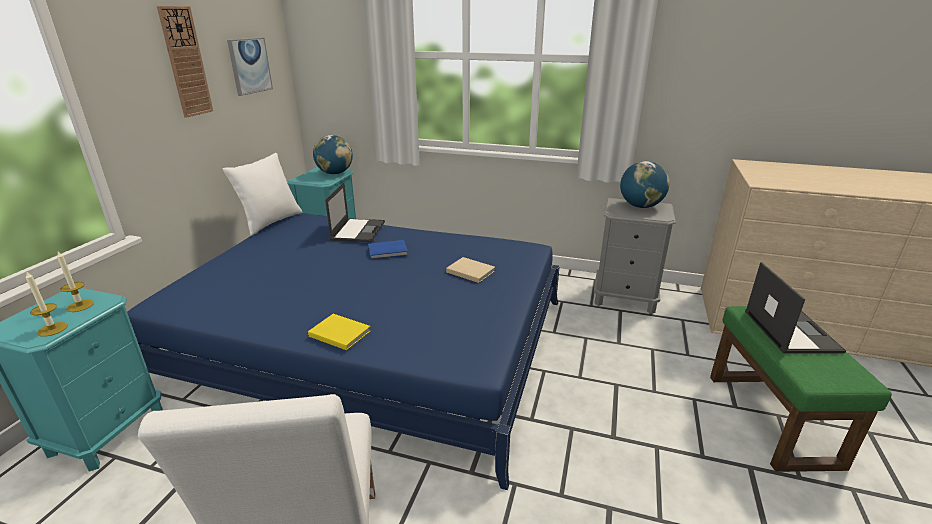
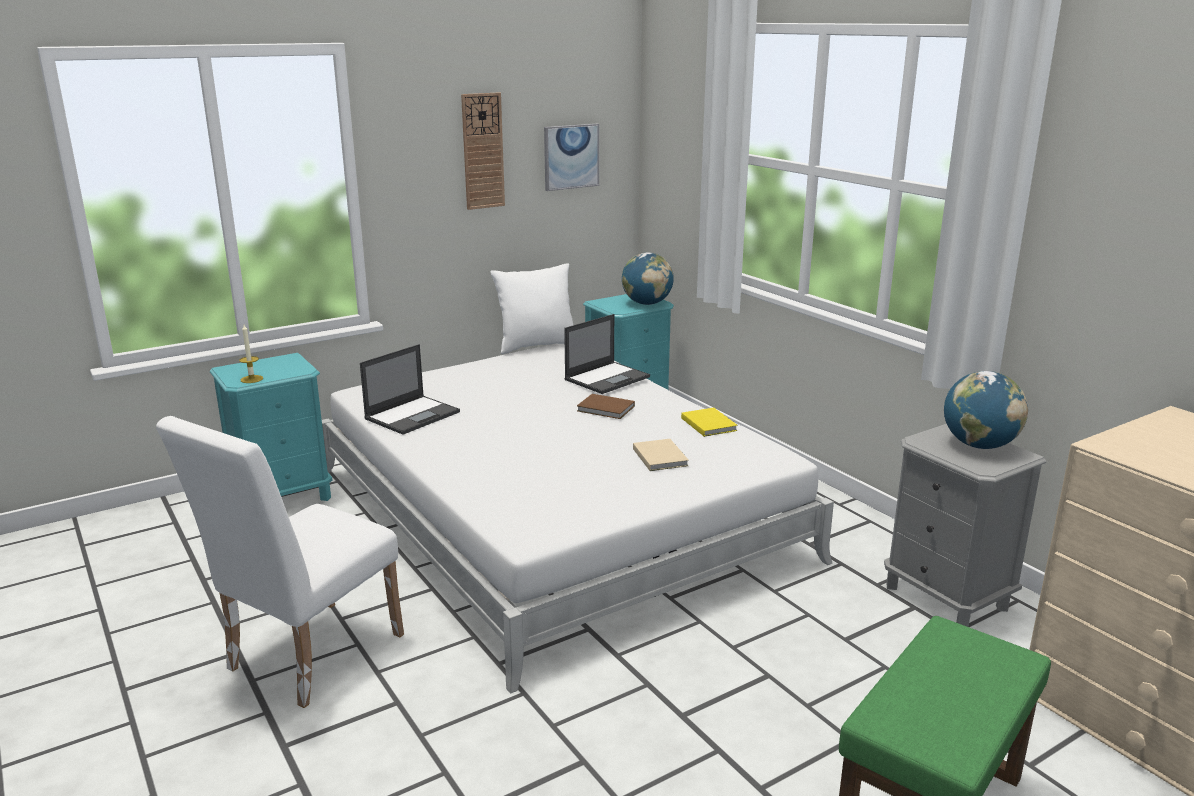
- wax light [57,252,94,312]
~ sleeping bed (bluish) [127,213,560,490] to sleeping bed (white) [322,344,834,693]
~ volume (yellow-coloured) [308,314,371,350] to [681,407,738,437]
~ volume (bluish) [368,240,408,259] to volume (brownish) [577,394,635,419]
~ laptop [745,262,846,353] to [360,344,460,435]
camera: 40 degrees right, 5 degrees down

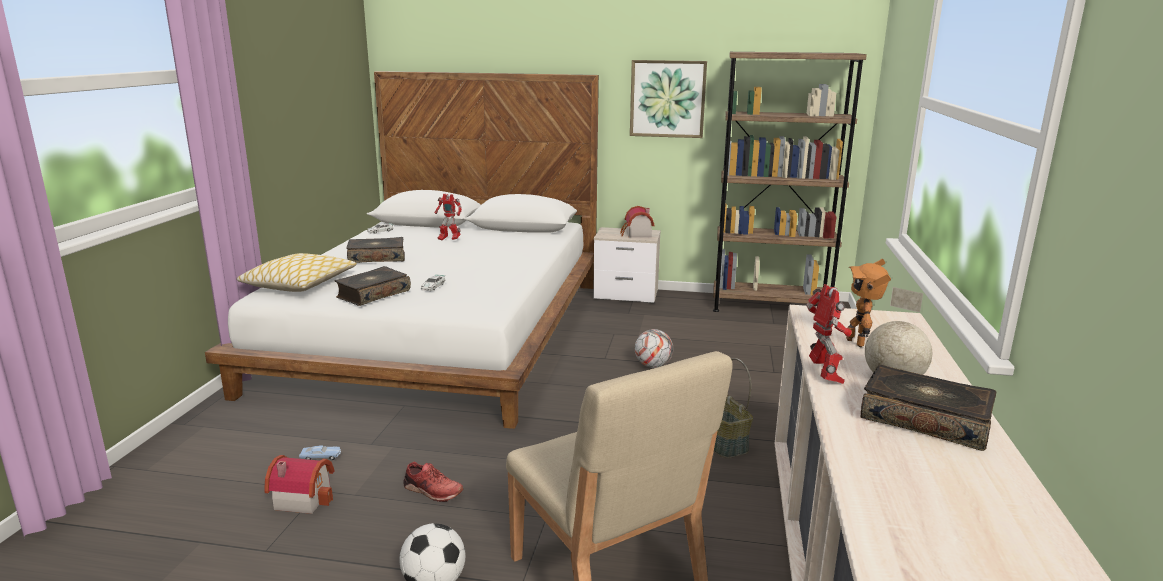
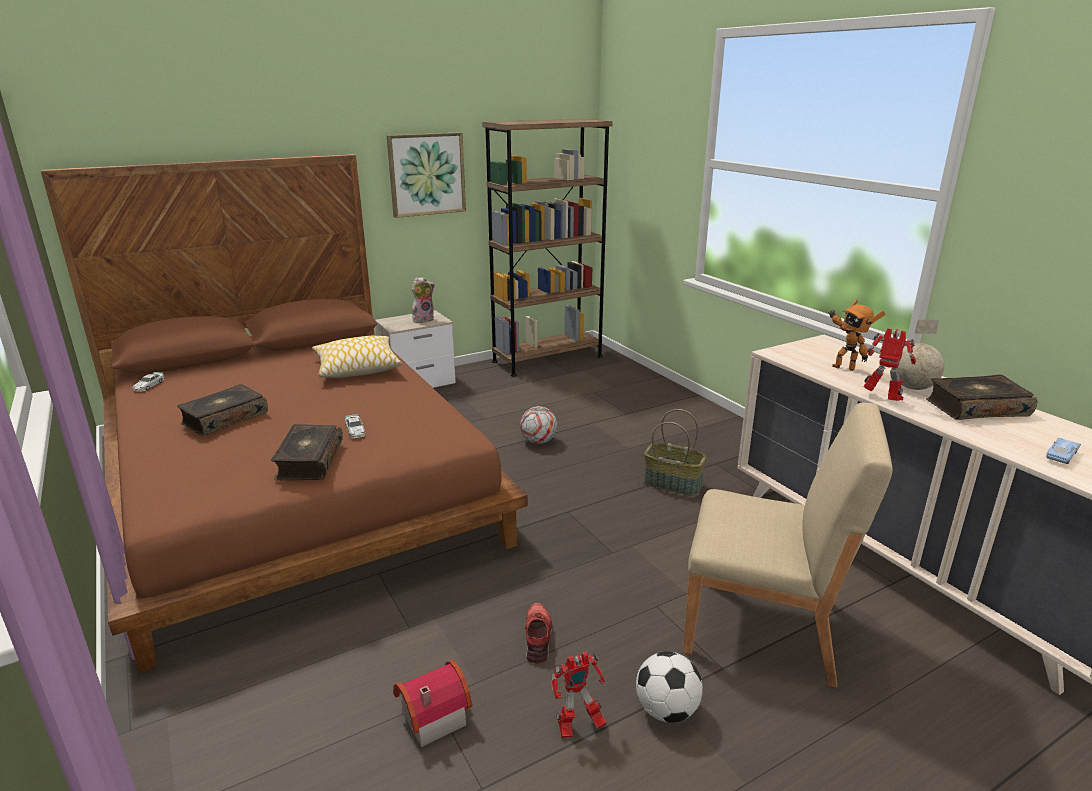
~ sleeping bed (white) [205,71,599,429] to sleeping bed (brownish) [41,154,528,673]
~ pillow [237,253,357,292] to [312,336,402,378]
~ model car (bluish) [299,445,341,460] to [1046,438,1081,464]
~ shoe (red-coloured) [403,462,463,502] = [525,603,552,664] 75 degrees counterclockwise
~ model robot [435,194,462,240] to [551,651,607,738]
~ model house [620,206,654,238] to plush toy [412,277,435,323]
camera: 40 degrees left, 5 degrees up

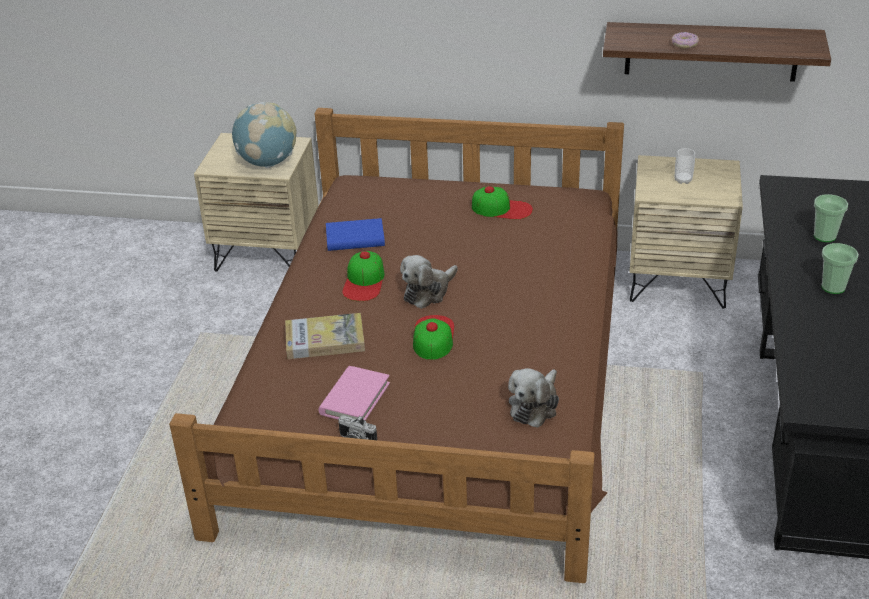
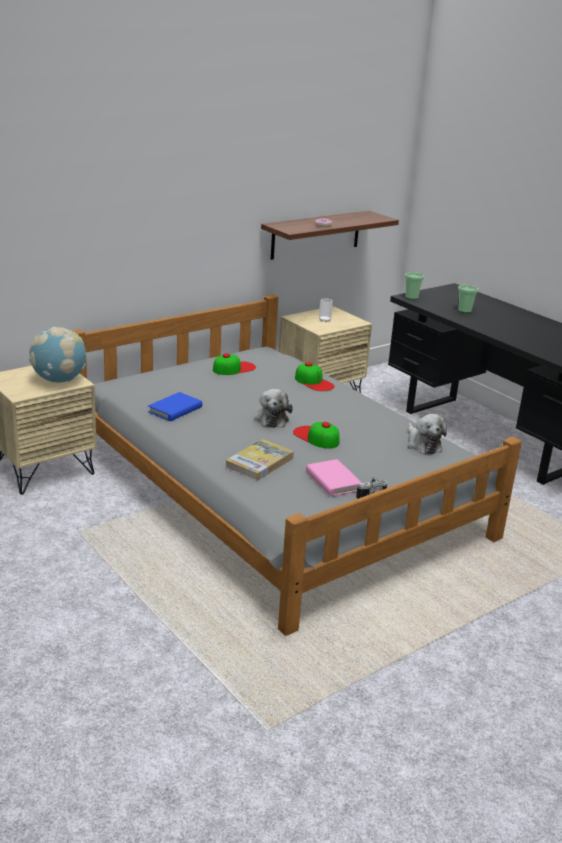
~ sleeping bed (brownish) [169,108,624,583] to sleeping bed (grey) [72,295,522,636]
~ peaked cap [342,251,384,301] to [295,362,335,391]
~ drinking cup [821,243,859,294] to [405,272,424,299]
camera: 50 degrees left, 10 degrees down

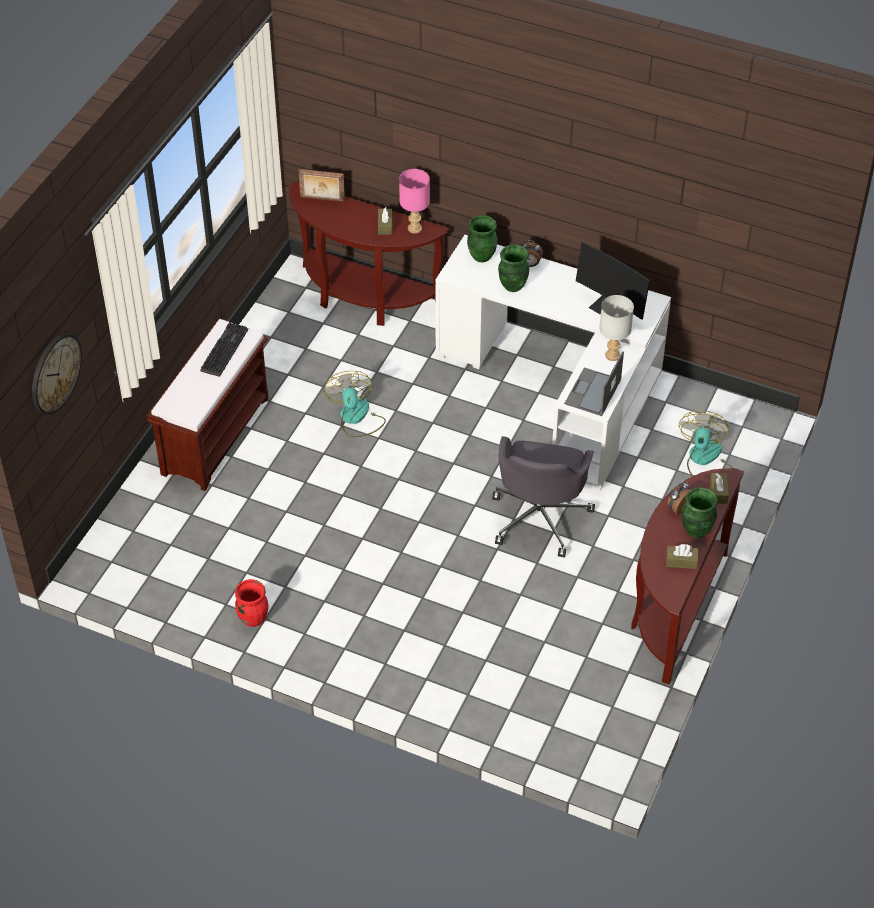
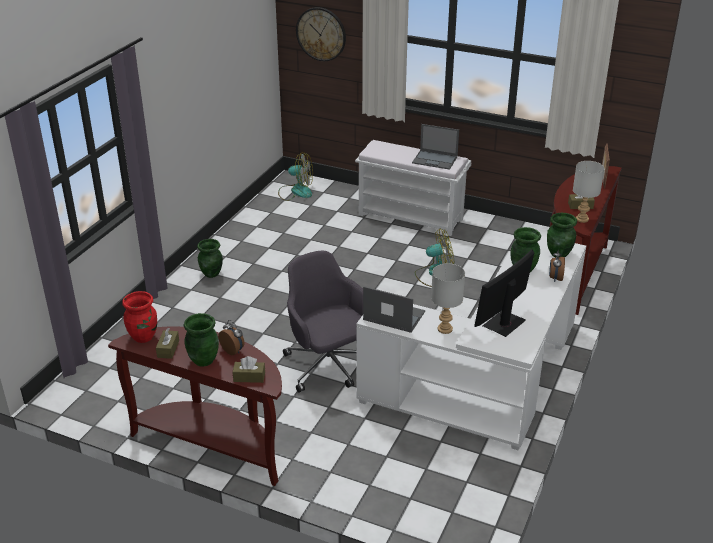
~ bench (brownish) [147,318,269,491] to bench (white) [355,140,471,236]
~ PC keyboard [200,322,248,377] to laptop [412,124,459,170]
~ flower vase (red-coloured) [235,579,269,627] to [122,291,157,343]
~ table lamp (pink-coloured) [399,169,430,234] to table lamp (grey) [573,161,605,223]
~ desk chair (grey) [492,436,595,557] = [283,251,363,393] 45 degrees clockwise
~ cooling fan [679,411,732,476] to [278,152,313,201]
+ flower vase (greenish) [197,239,223,278]
camera: 90 degrees right, 15 degrees down

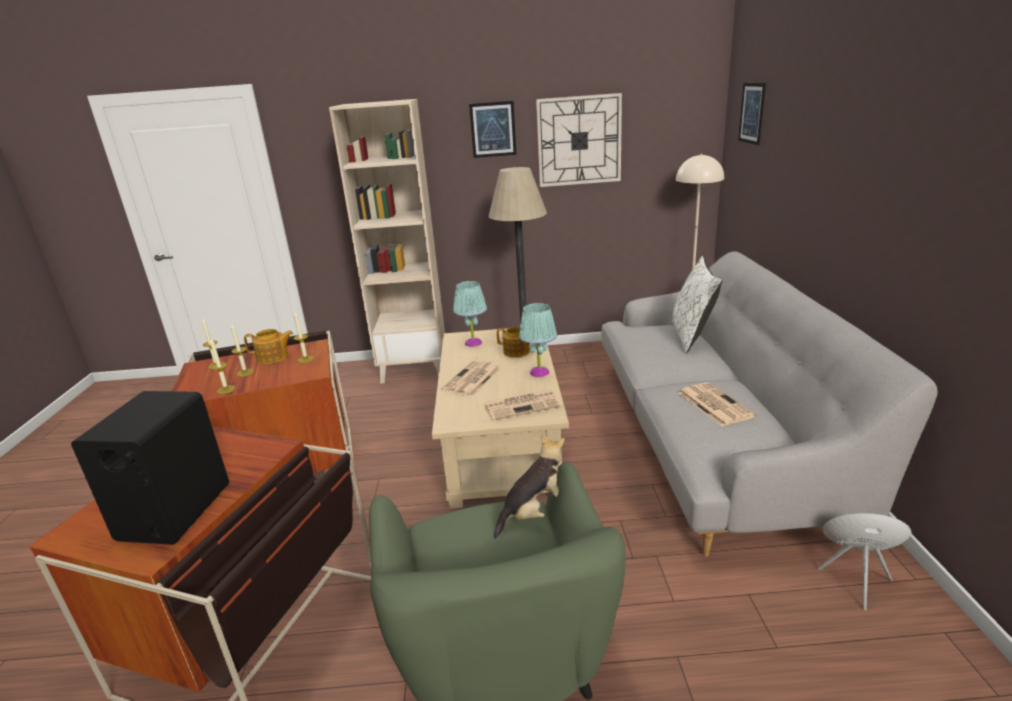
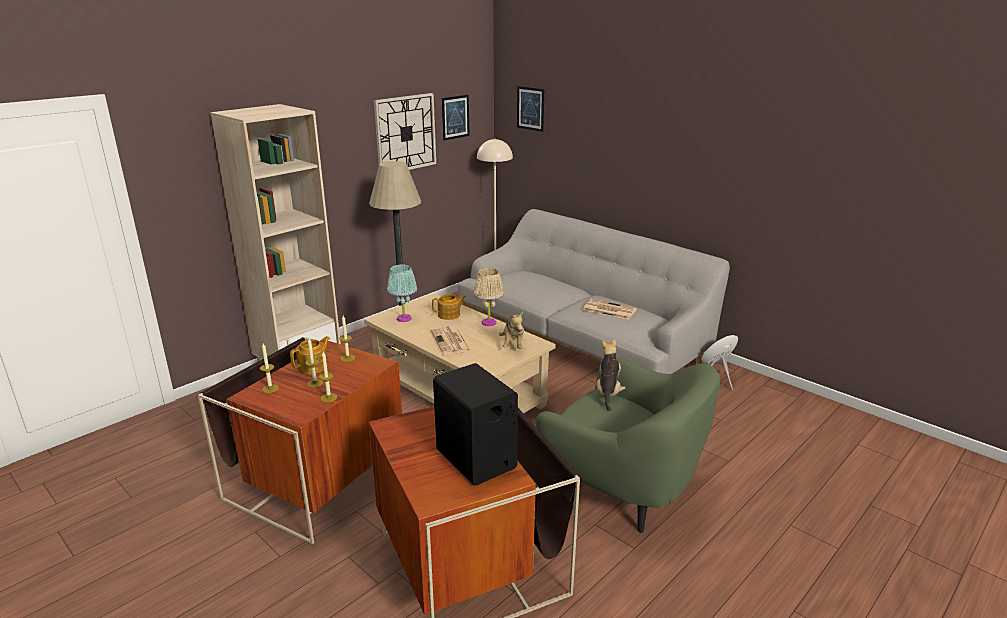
~ wall picture [469,101,516,158] to [442,95,470,141]
~ newspaper [484,390,561,420] to plush toy [499,312,524,349]
~ table lamp (blue-green) [519,303,557,377] to table lamp (beige-coloured) [474,268,504,326]
- pillow (white) [672,256,723,354]
camera: 45 degrees left, 0 degrees up

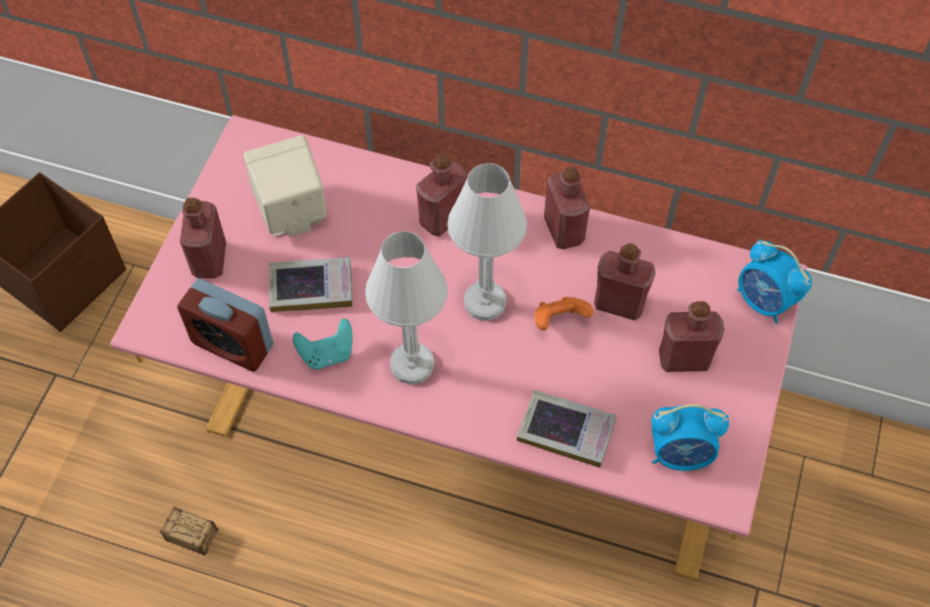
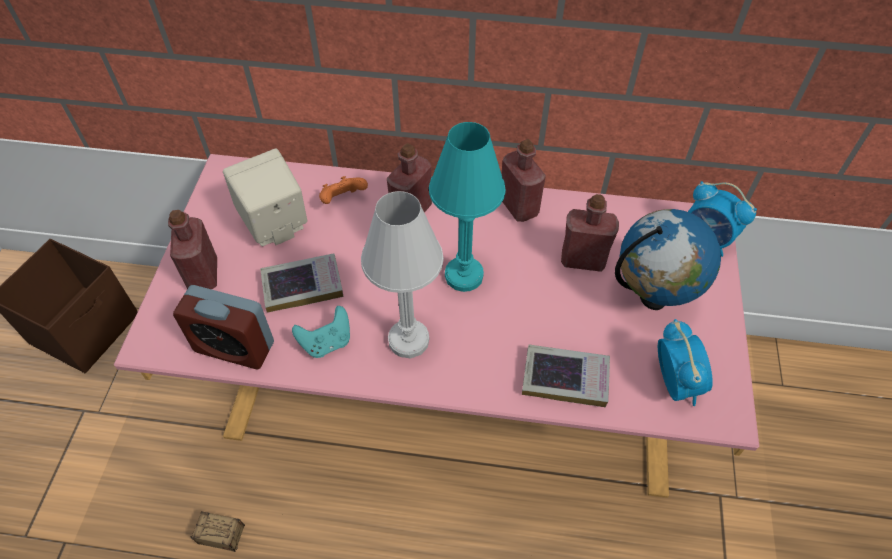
~ table lamp (white) [447,163,527,321] to table lamp (blue-green) [429,122,506,292]
~ joypad (orangey) [535,297,593,330] to [319,176,368,204]
~ table clock [651,404,729,471] = [658,319,713,406] 90 degrees counterclockwise
~ bottle (red-coloured) [659,301,725,372] to world globe [615,209,721,310]
camera: 10 degrees left, 5 degrees down

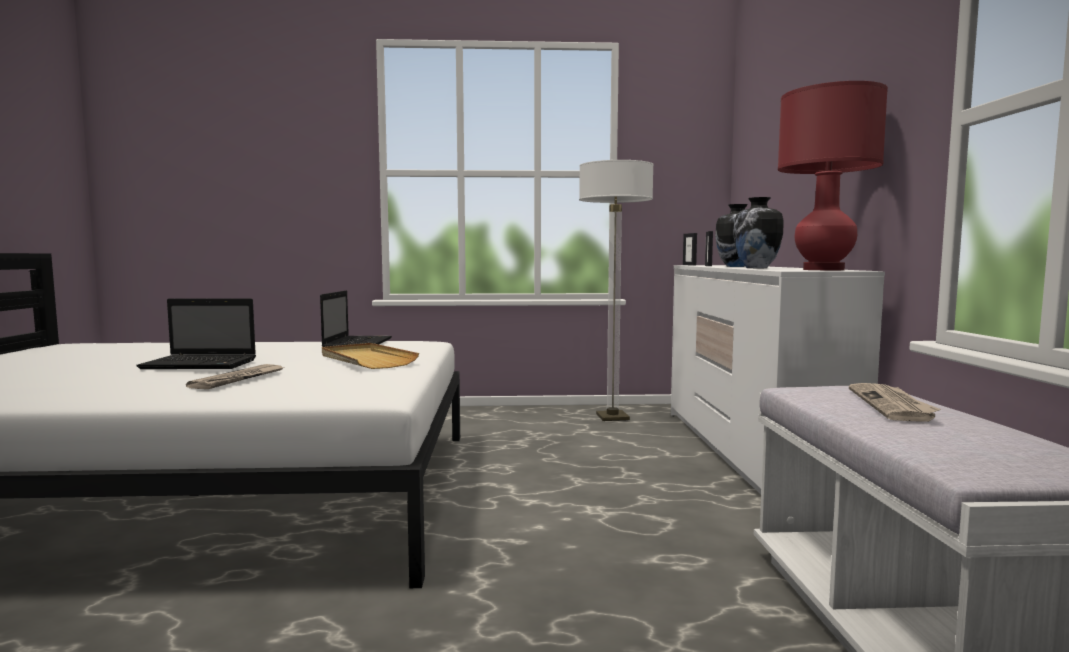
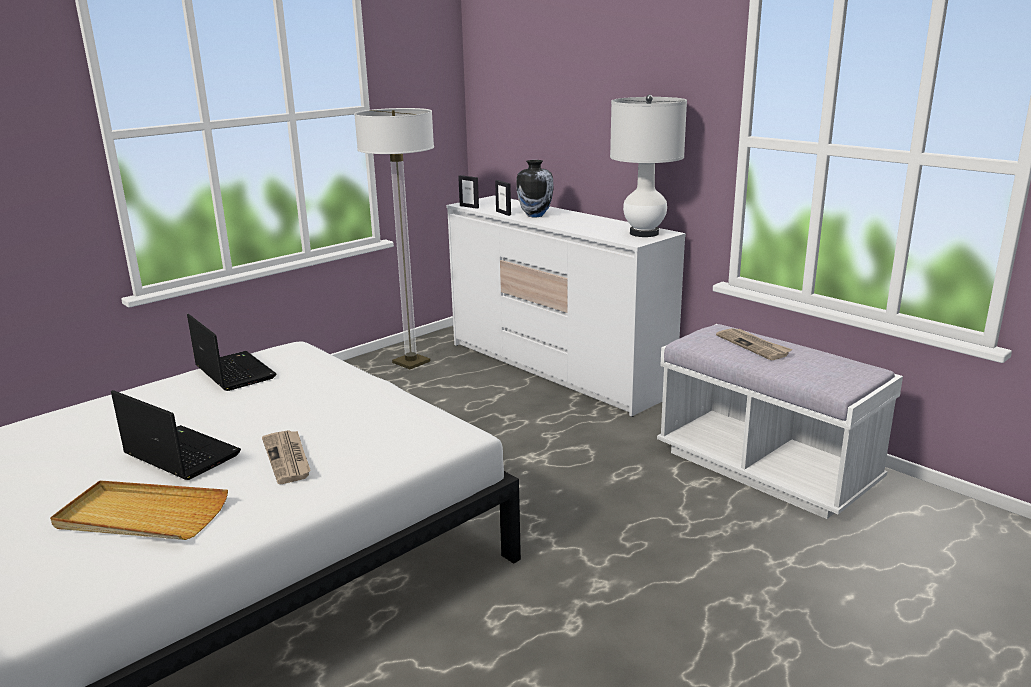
~ laptop [136,298,256,369] = [111,390,241,480] 105 degrees counterclockwise
~ carrying tray (beige-coloured) [322,343,419,369] to [50,481,228,540]
- flower vase [733,197,783,268]
~ table lamp (red-coloured) [778,81,888,270] to table lamp (white) [610,95,687,237]
camera: 40 degrees left, 15 degrees up

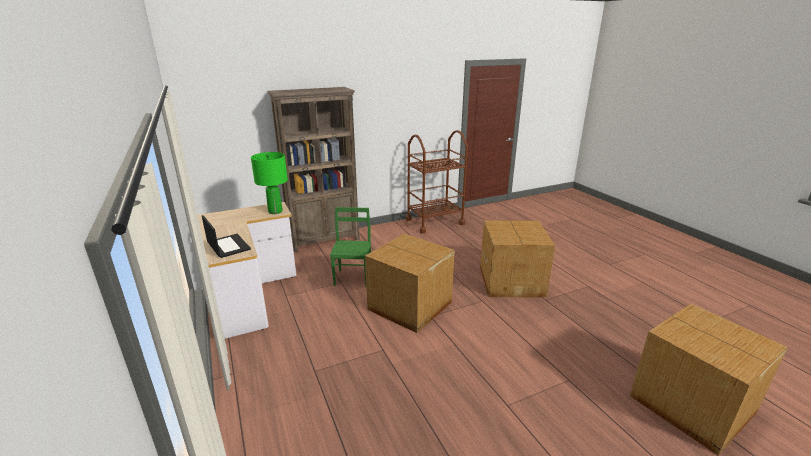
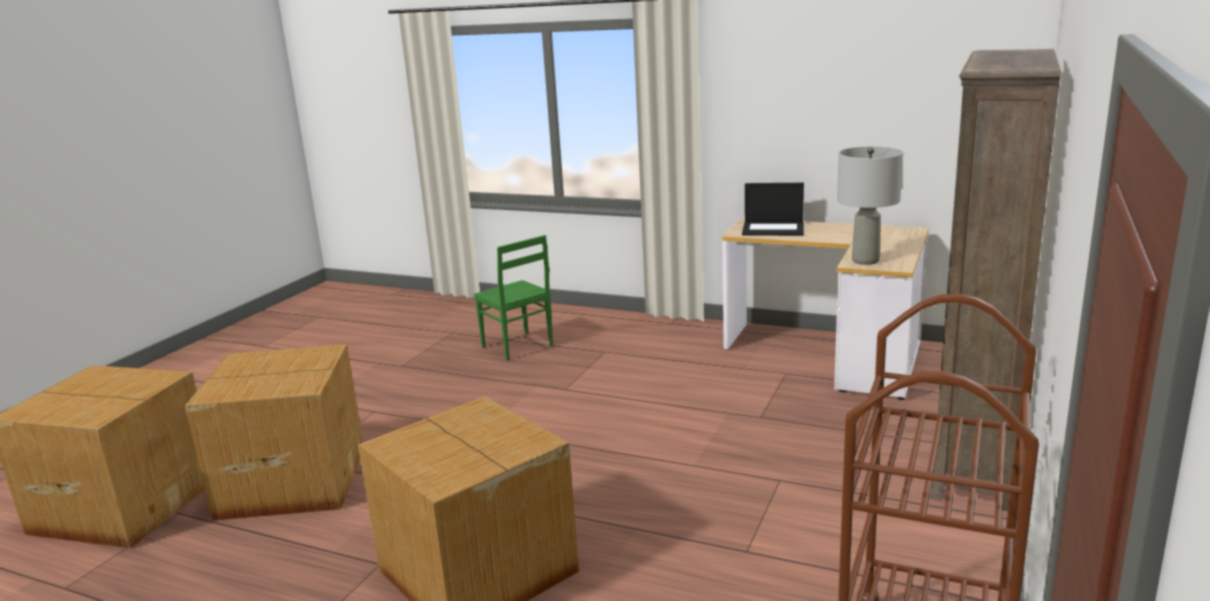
~ table lamp (greenish) [251,152,288,214] to table lamp (grey) [837,147,903,265]
~ plain chair (greenish) [330,207,371,286] to [474,235,553,361]
~ carton [365,234,455,333] to [185,344,363,521]
camera: 140 degrees right, 5 degrees down

